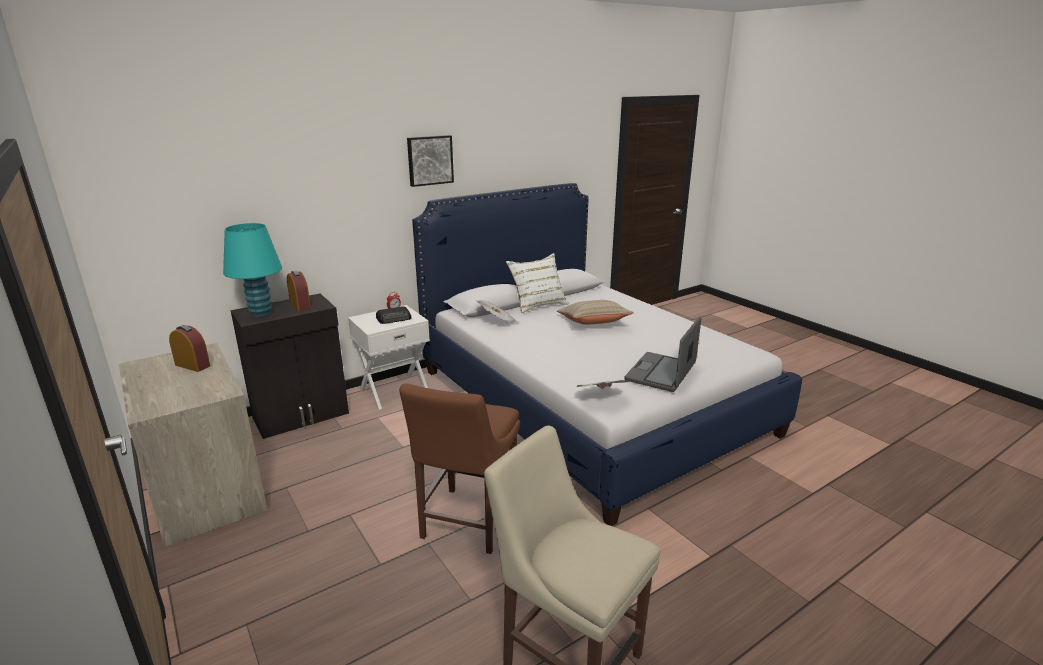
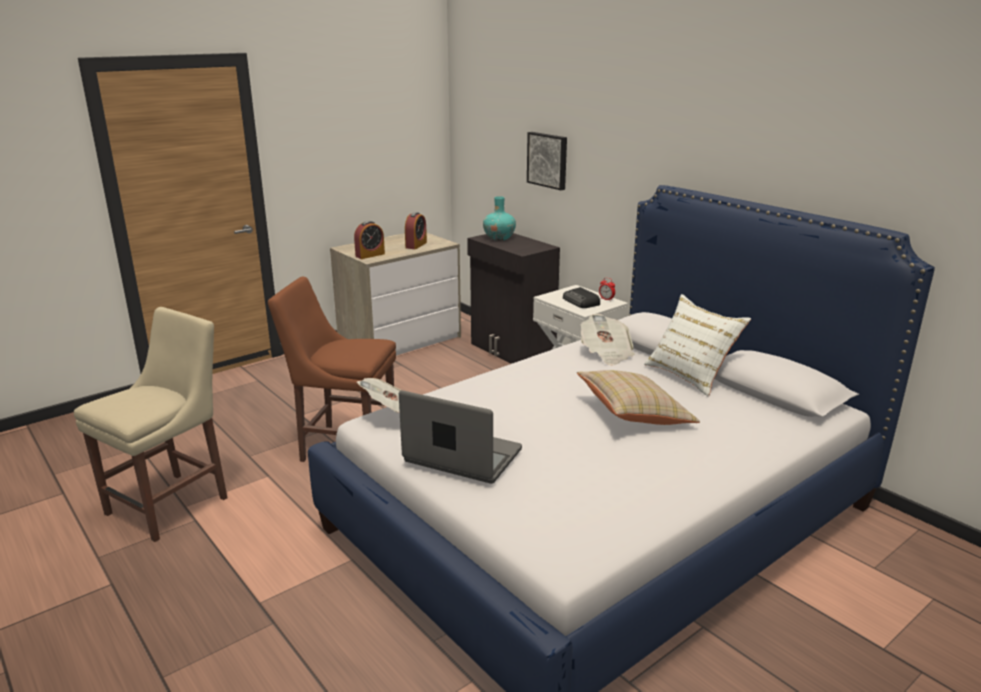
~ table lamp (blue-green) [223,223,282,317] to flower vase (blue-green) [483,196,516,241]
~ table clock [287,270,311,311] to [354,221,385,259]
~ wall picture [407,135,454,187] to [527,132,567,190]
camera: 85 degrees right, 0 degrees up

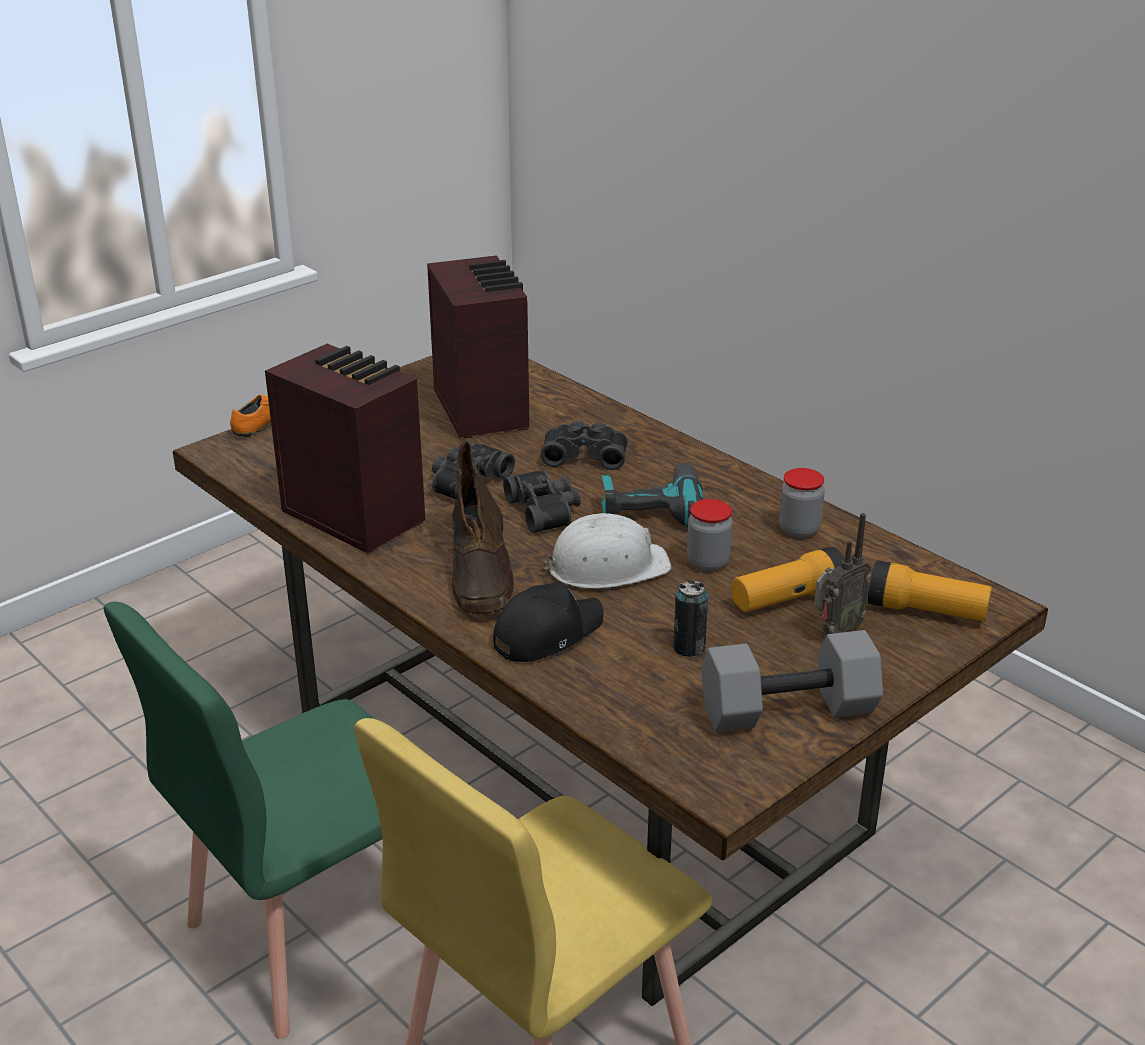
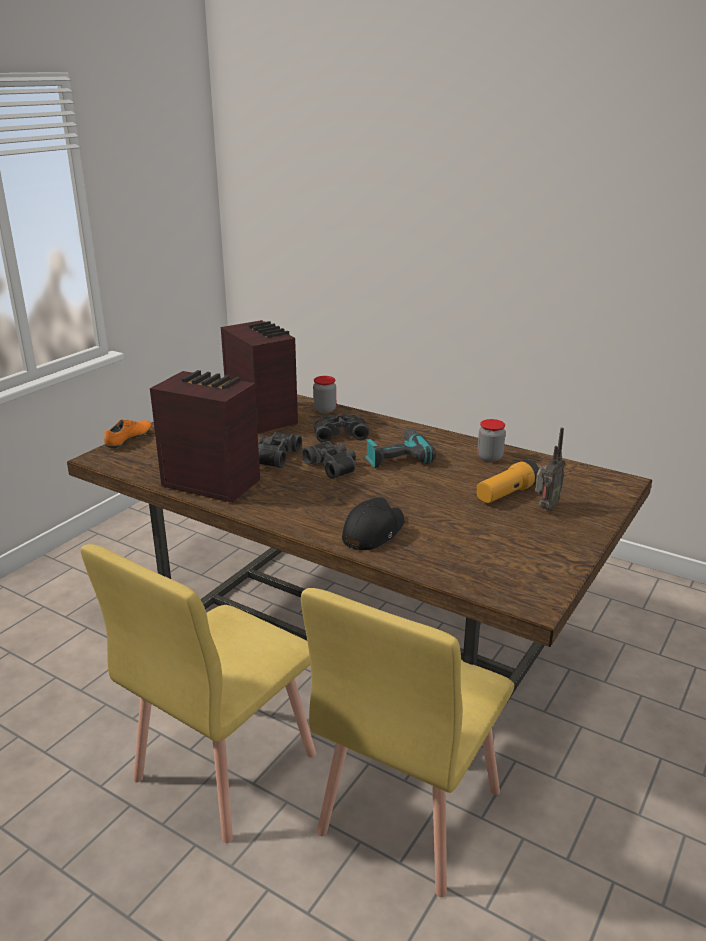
~ plain chair (greenish) [104,602,382,1039] to plain chair (yellow-coloured) [81,544,316,843]
- boot (brownish) [452,440,515,615]
- hard hat (white) [542,513,672,589]
- metal can [673,580,708,657]
~ jar [687,499,733,571] to [313,376,336,413]
- dumbbell (grey) [701,630,883,732]
- hand torch [868,560,992,621]
camera: 15 degrees left, 5 degrees down

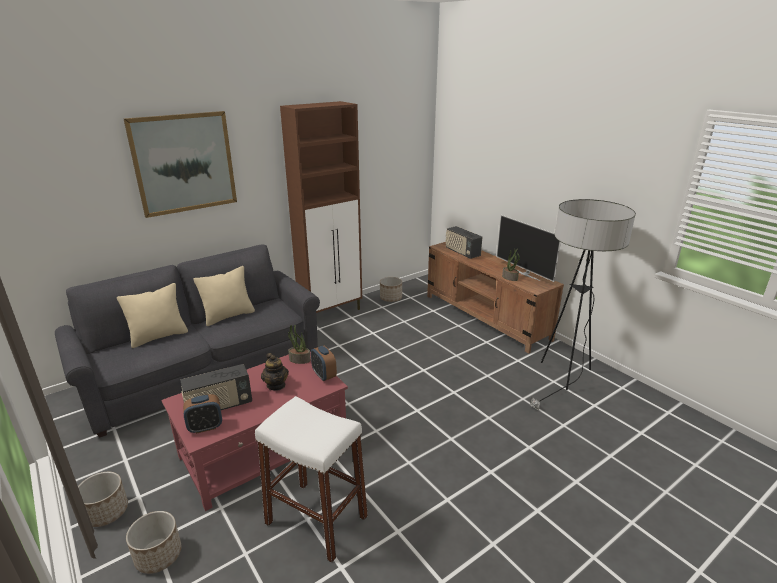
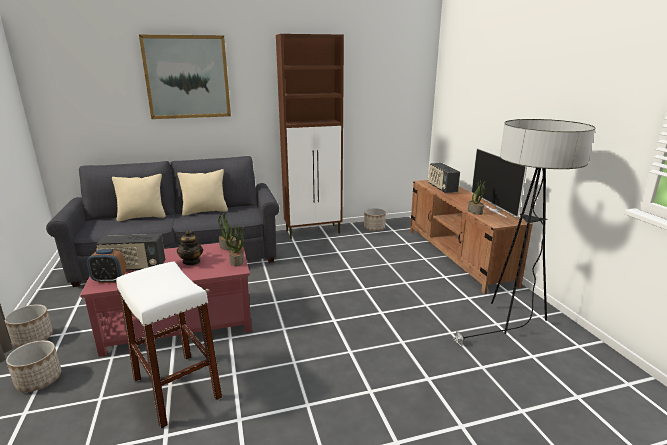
~ table clock [311,346,337,381] to plant in a pot [225,224,245,267]
camera: 20 degrees right, 5 degrees down

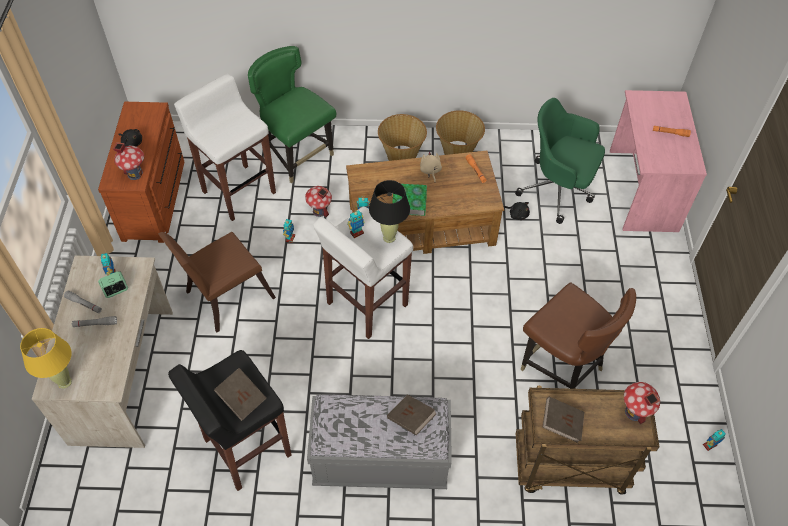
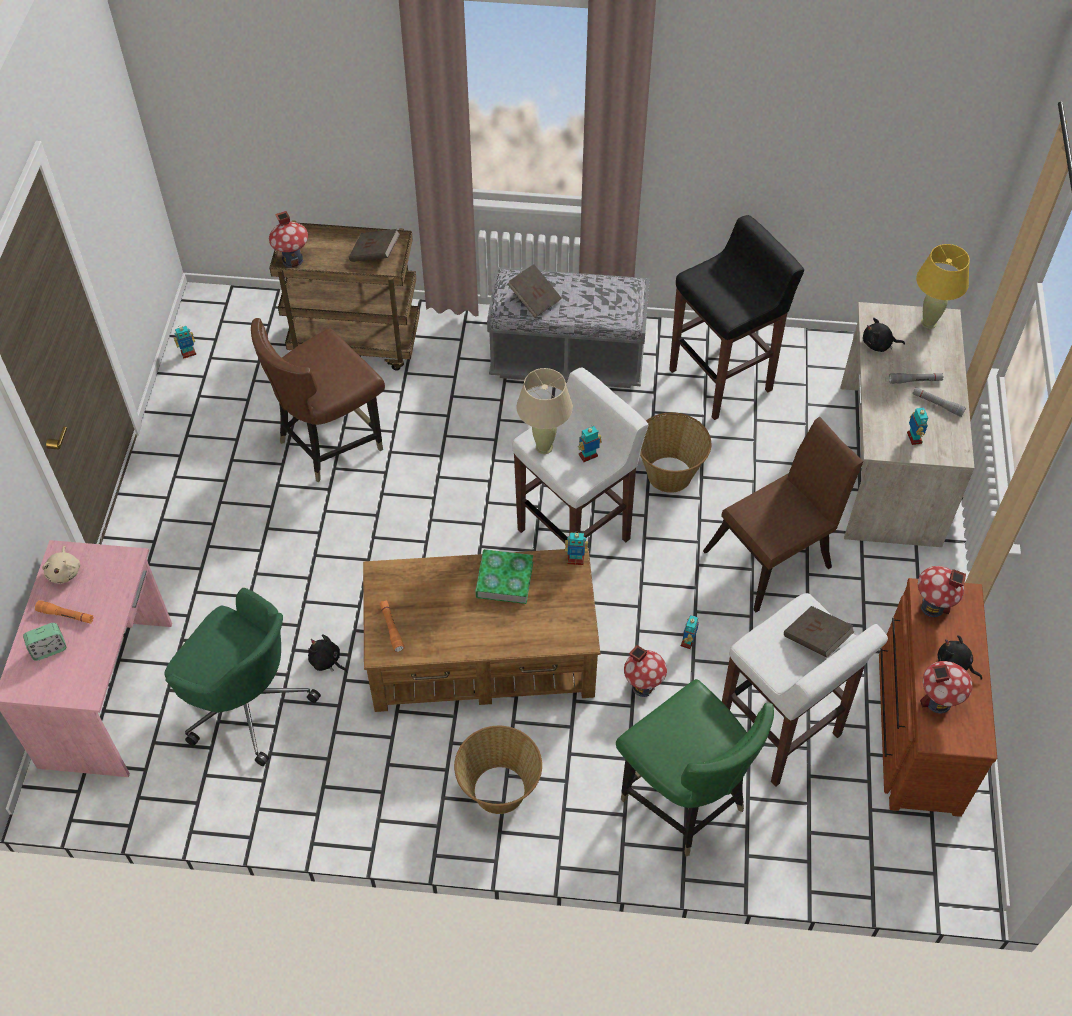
~ table clock [98,271,128,298] to [23,623,67,661]
~ volume (brownish) [214,368,266,421] to [784,606,855,657]
~ table lamp (blackish) [369,180,410,243] to table lamp (beige-coloured) [517,368,573,454]
~ plush toy (beige-coloured) [420,151,442,182] to [42,546,80,584]
~ household basket [436,110,485,155] to [640,412,711,493]
~ plain chair (brownish) [520,283,636,389] = [251,318,385,482] 90 degrees counterclockwise
+ plush toy (blackish) [863,318,905,352]
+ model house [920,661,973,713]
camera: 175 degrees left, 0 degrees up

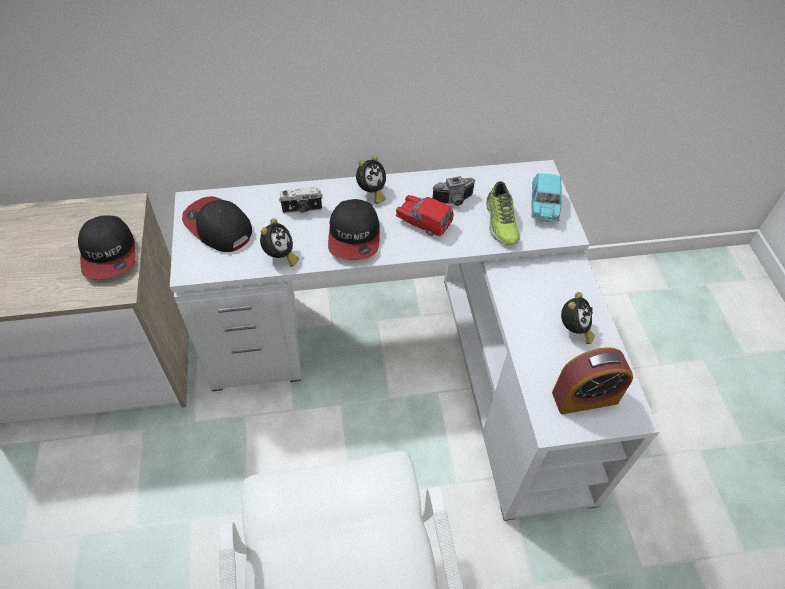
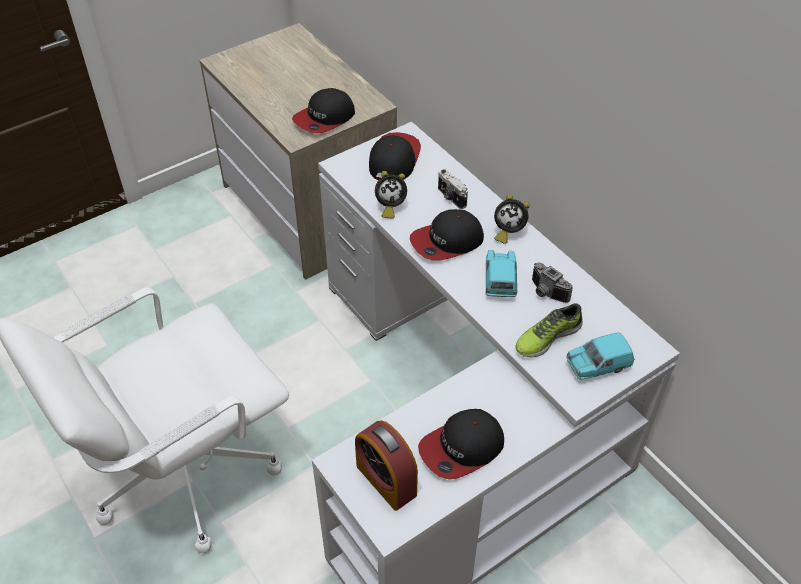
~ model car (red-coloured) [396,195,454,236] to model car (blue-green) [486,250,517,297]
~ table clock [561,292,595,344] to peaked cap [418,409,504,480]
camera: 65 degrees right, 5 degrees down

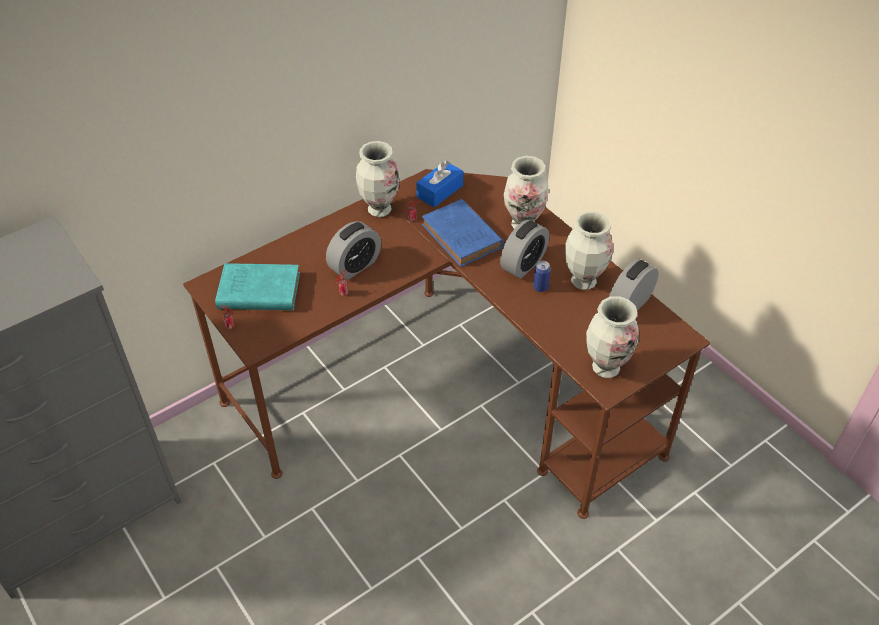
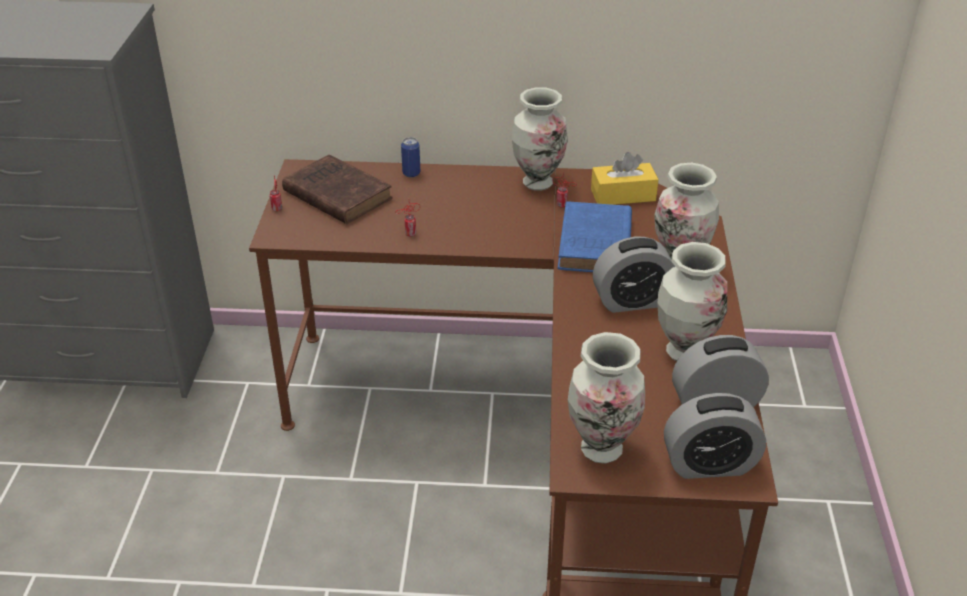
~ volume (blue-green) [215,263,300,310] to volume (brownish) [282,155,393,224]
~ table clock [326,221,381,280] to [664,393,766,479]
~ box of tissues (bluish) [416,160,463,207] to box of tissues (yellow-coloured) [591,152,658,205]
~ metal can [533,261,551,292] to [401,137,420,177]
camera: 40 degrees right, 10 degrees down

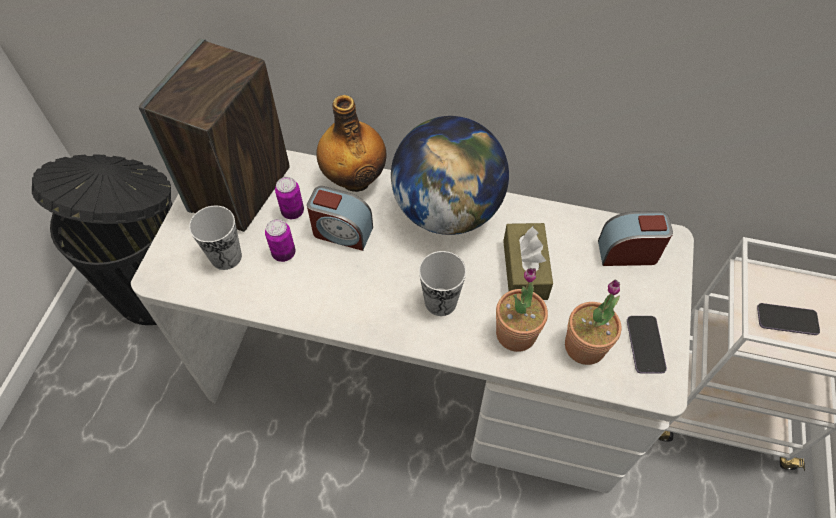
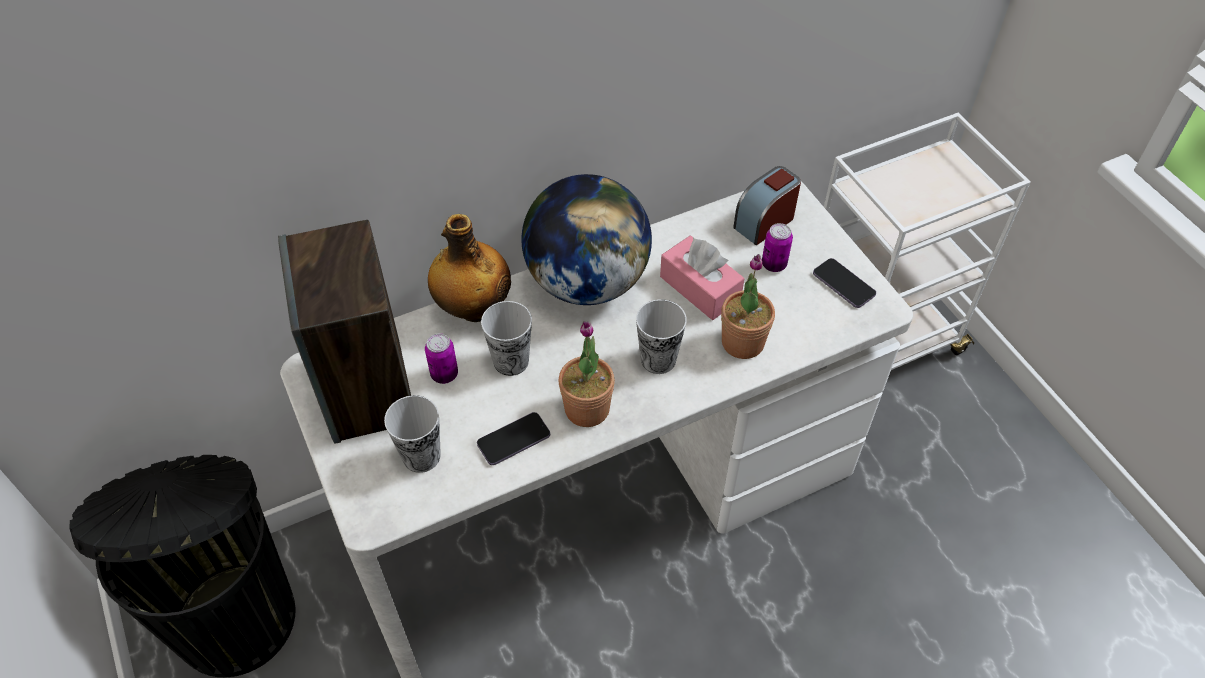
~ metal can [265,219,296,262] to [762,223,793,272]
~ table clock [307,186,373,251] to drinking cup [481,301,532,376]
~ box of tissues (brownish) [503,223,553,300] to box of tissues (pink-coloured) [660,236,744,320]
~ plant in a pot [565,280,621,365] to [559,321,615,427]
~ handset [757,303,820,335] to [477,412,550,465]
camera: 40 degrees left, 5 degrees down

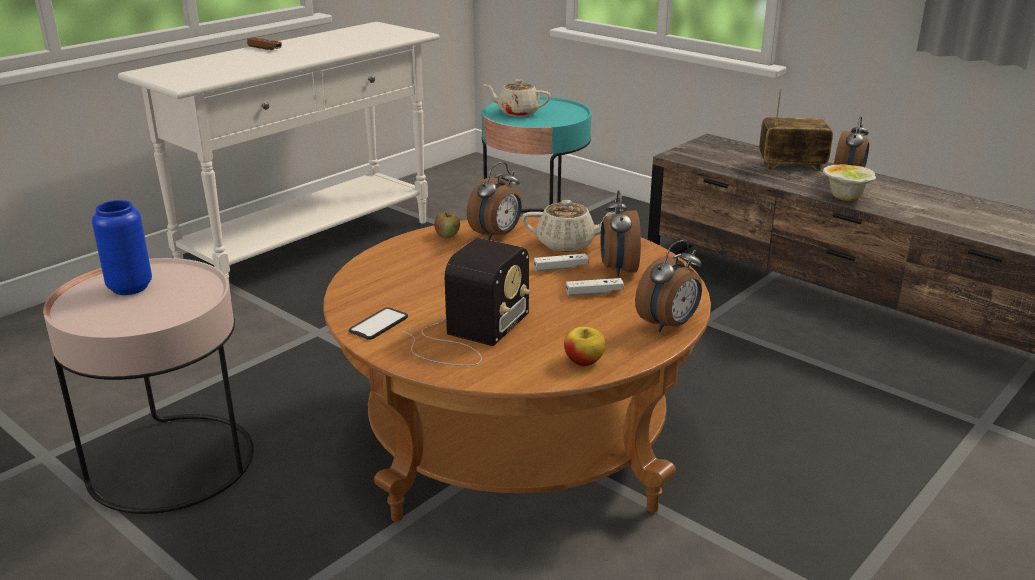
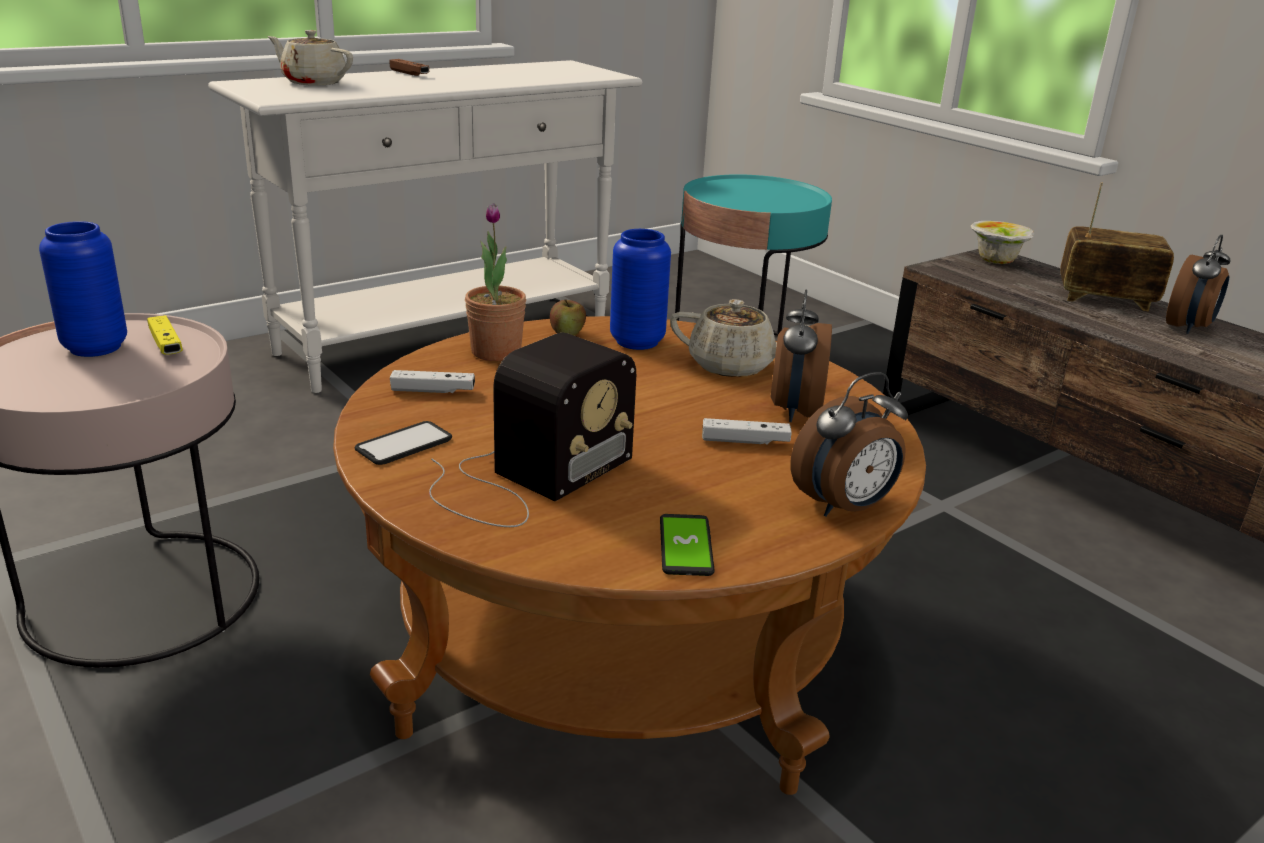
~ table clock [467,162,522,240] to flower vase (bluish) [610,229,671,350]
~ teapot (beige-coloured) [484,79,551,116] to [267,30,353,86]
~ joypad (white) [534,254,589,271] to [390,370,475,393]
~ whole apple [564,327,605,366] to handset [660,514,715,576]
~ serving bowl [823,165,876,201] to [971,221,1034,264]
+ joypad (yellow-coloured) [147,315,183,355]
+ plant in a pot [465,203,526,361]
camera: 10 degrees right, 0 degrees up

